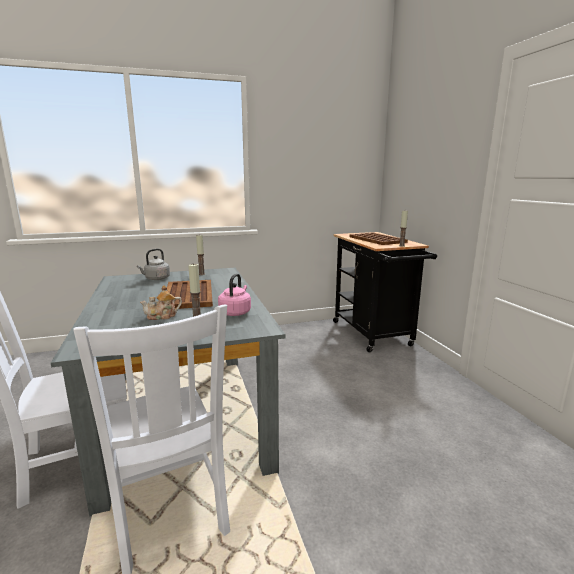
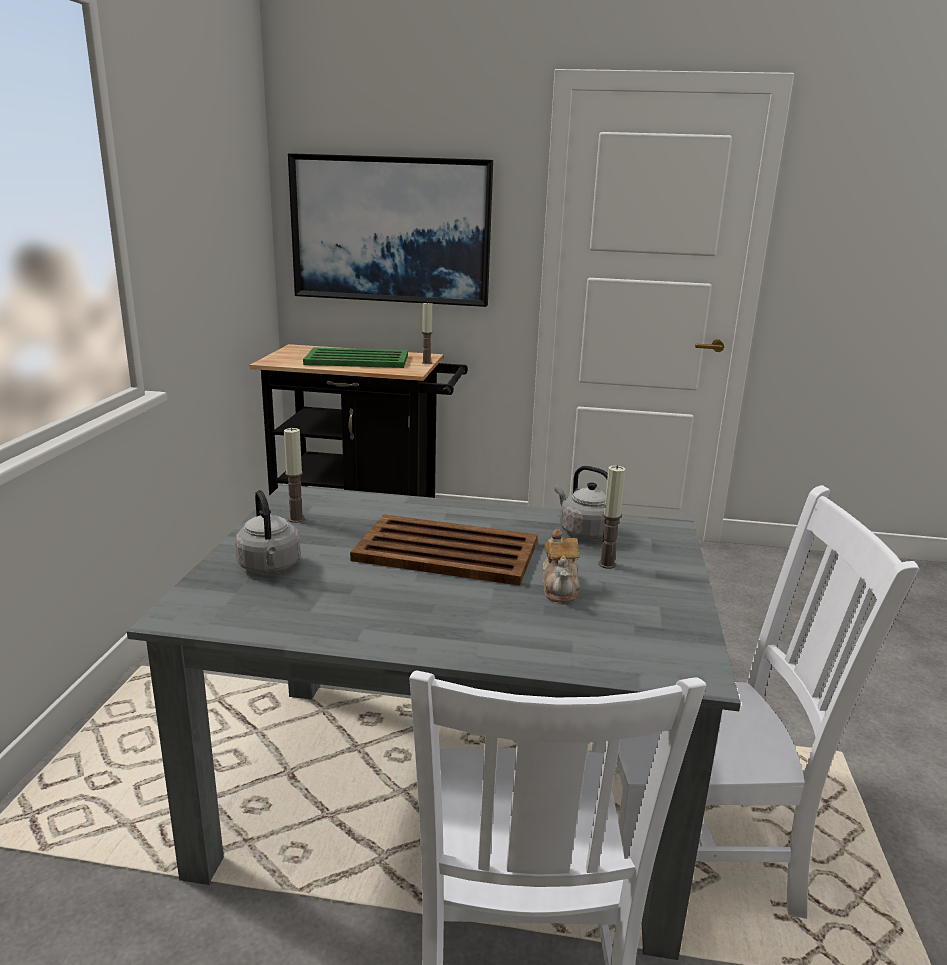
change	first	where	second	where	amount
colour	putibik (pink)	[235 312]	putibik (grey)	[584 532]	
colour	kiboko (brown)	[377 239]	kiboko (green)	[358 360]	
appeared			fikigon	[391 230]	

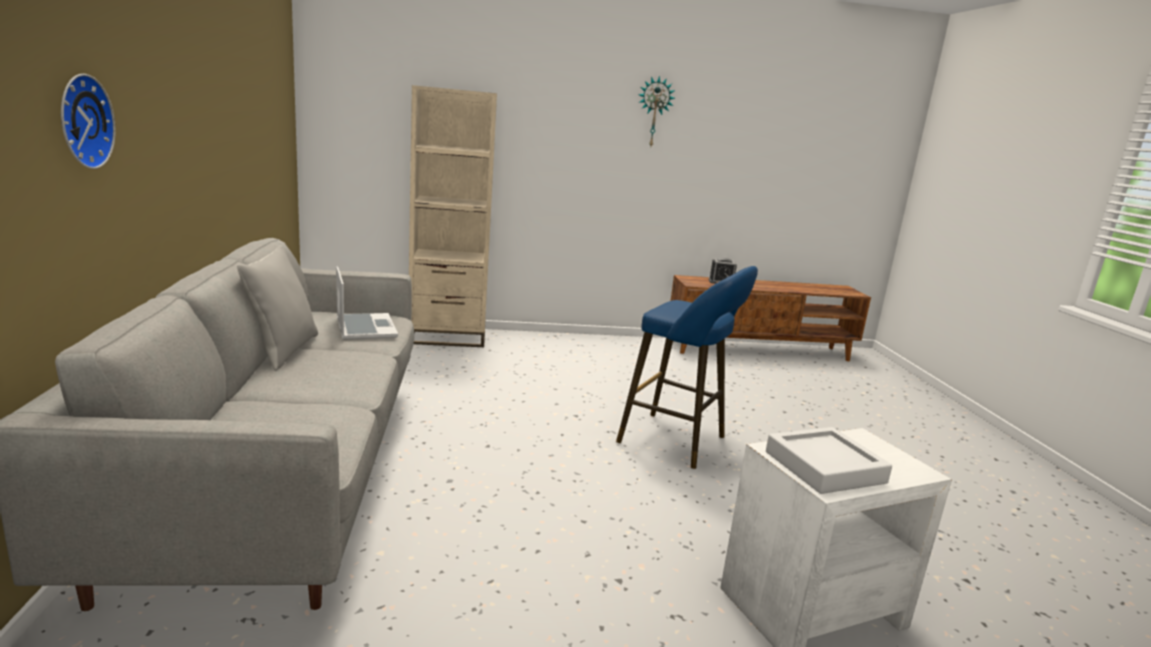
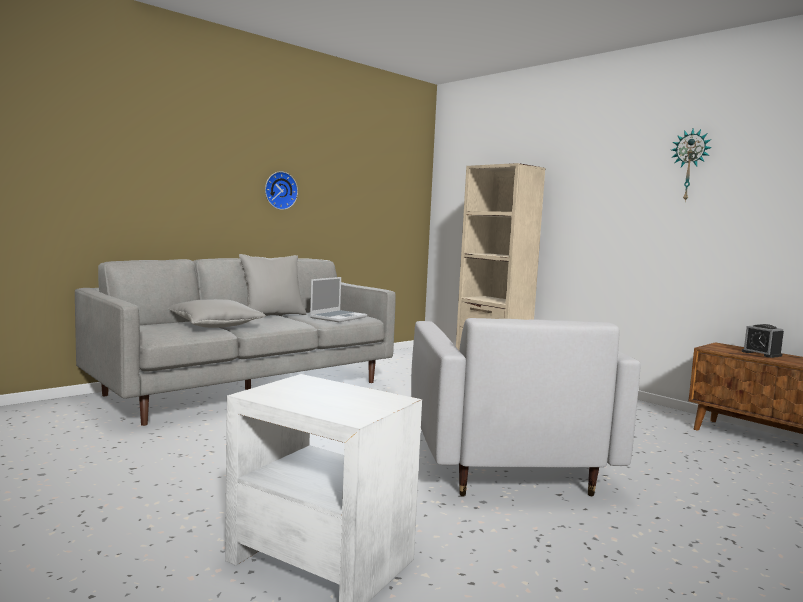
change	first	where	second	where	amount
relocated	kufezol	[81 121]		[280 190]	
exchanged	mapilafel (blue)	[678 441]	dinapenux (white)	[504 461]	
missing	kiboko (grey)	[824 467]			
appeared			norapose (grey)	[215 326]	

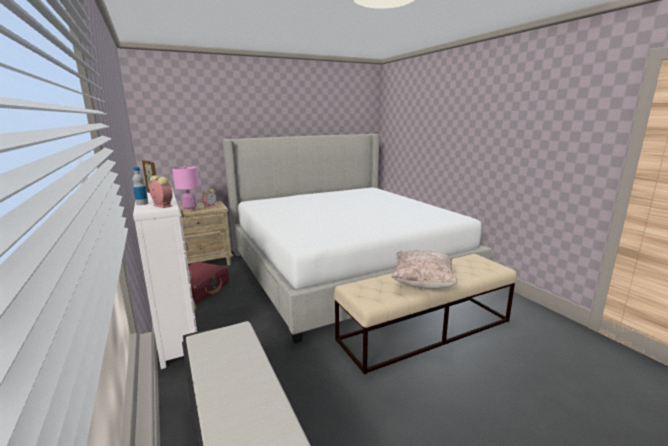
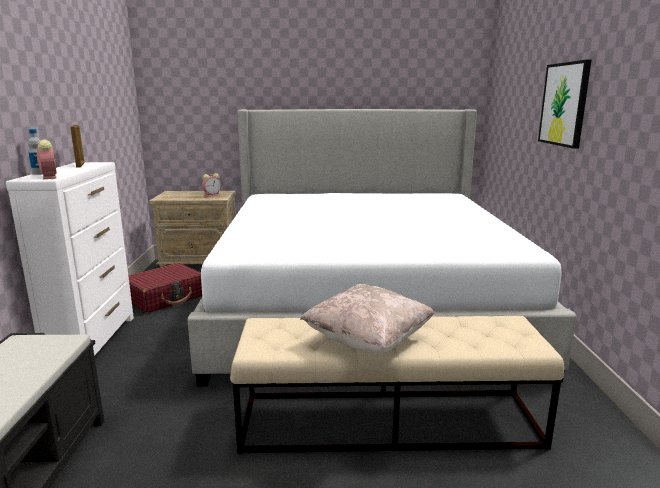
change	first	where	second	where	amount
missing	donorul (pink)	[190 210]			
appeared			fikigon	[564 104]	

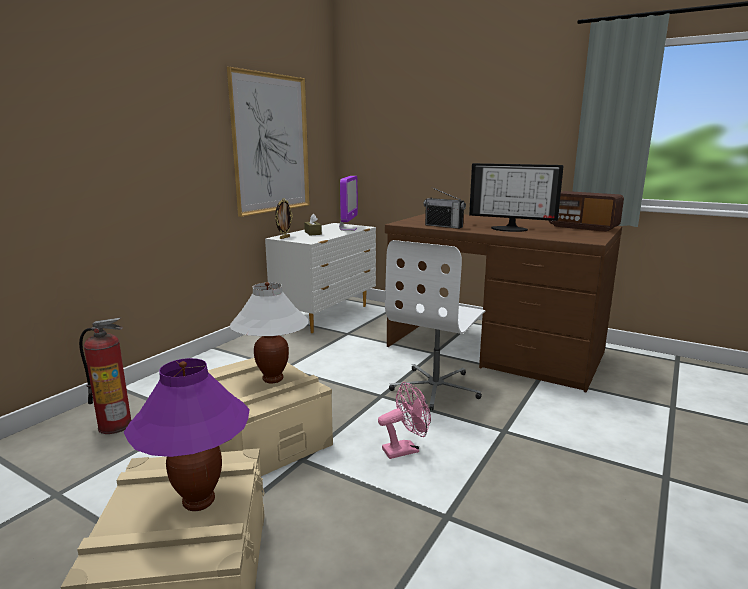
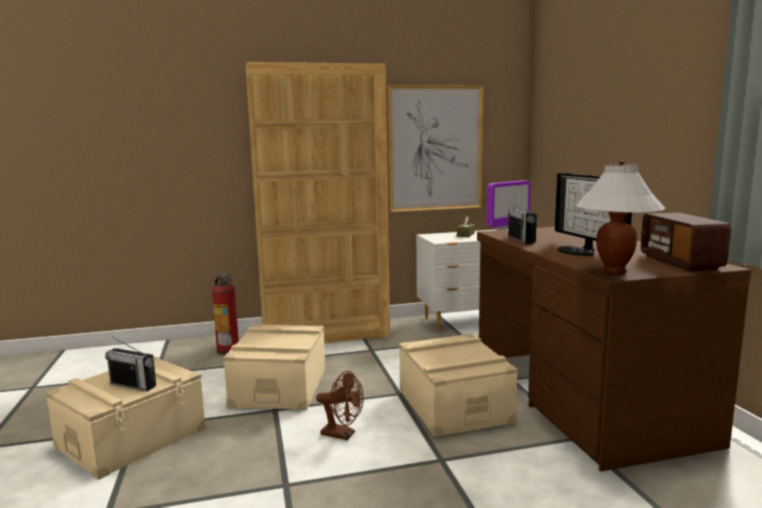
change	first	where	second	where	amount
exchanged	donorul (purple)	[199 501]	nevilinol	[133 385]	
relocated	donorul (white)	[272 379]		[614 272]	
missing	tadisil	[284 237]			
colour	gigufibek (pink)	[405 449]	gigufibek (brown)	[343 434]	
exchanged	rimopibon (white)	[436 388]	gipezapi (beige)	[453 405]	
appeared			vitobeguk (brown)	[325 334]	

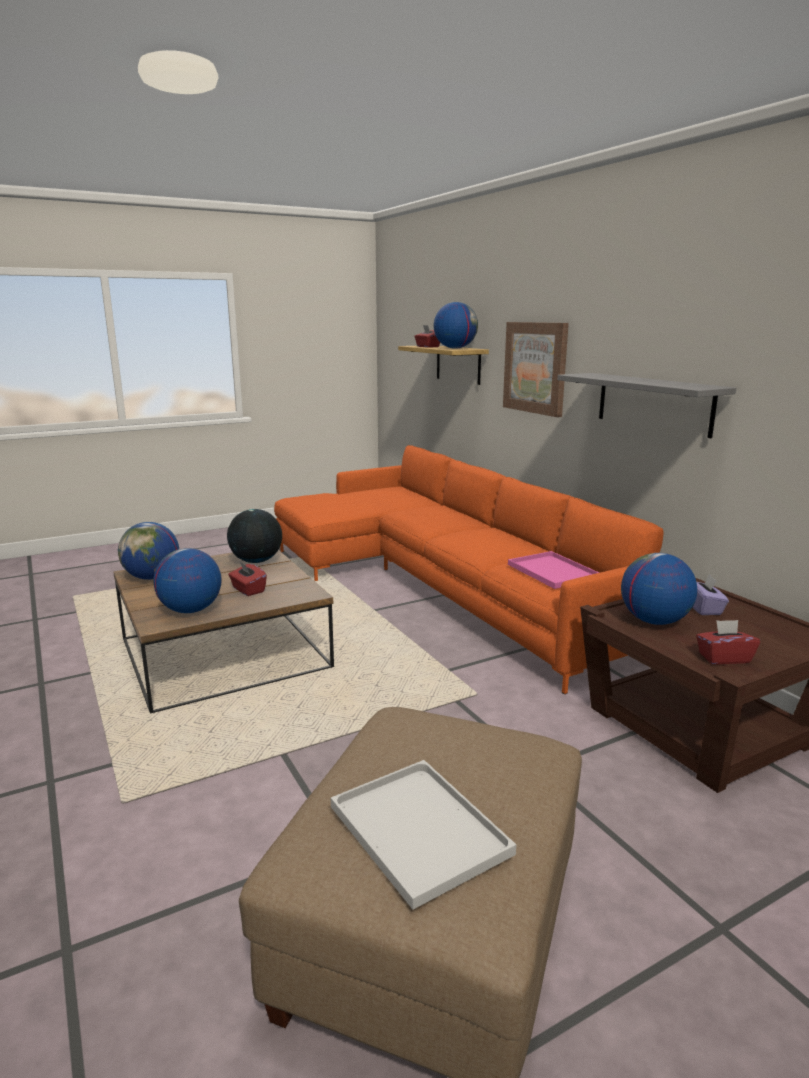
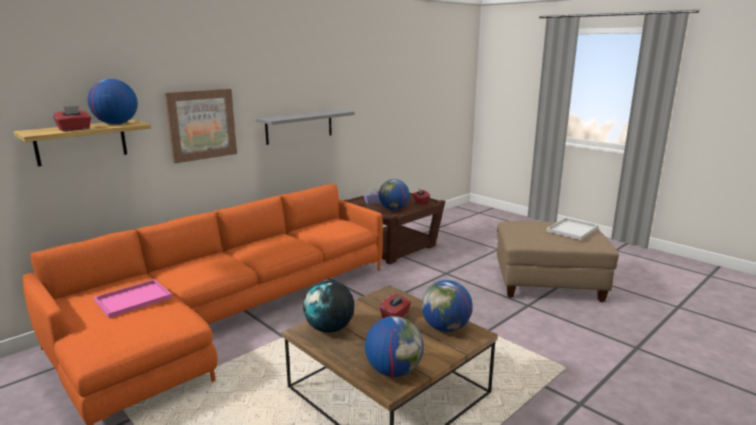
change	first	where	second	where	amount
relocated	kiboko (pink)	[550 571]		[132 300]	

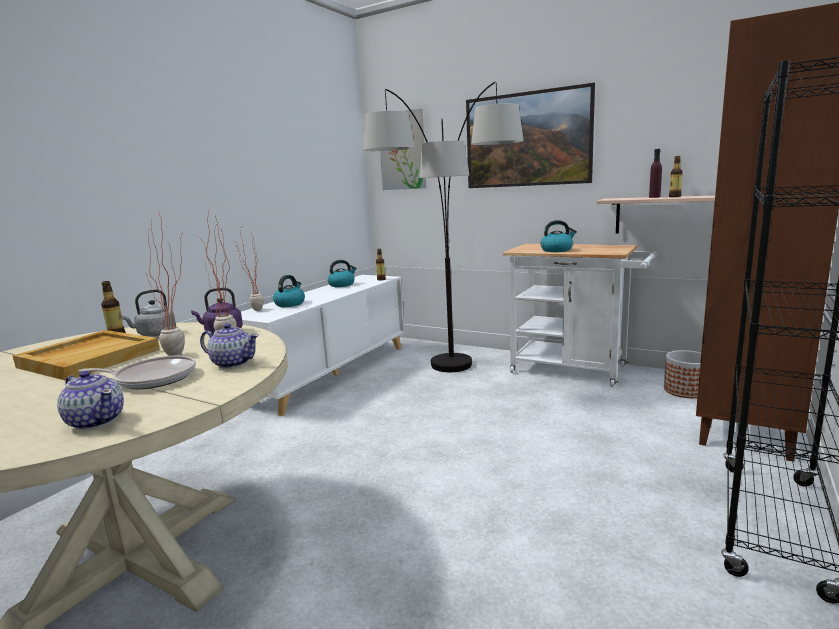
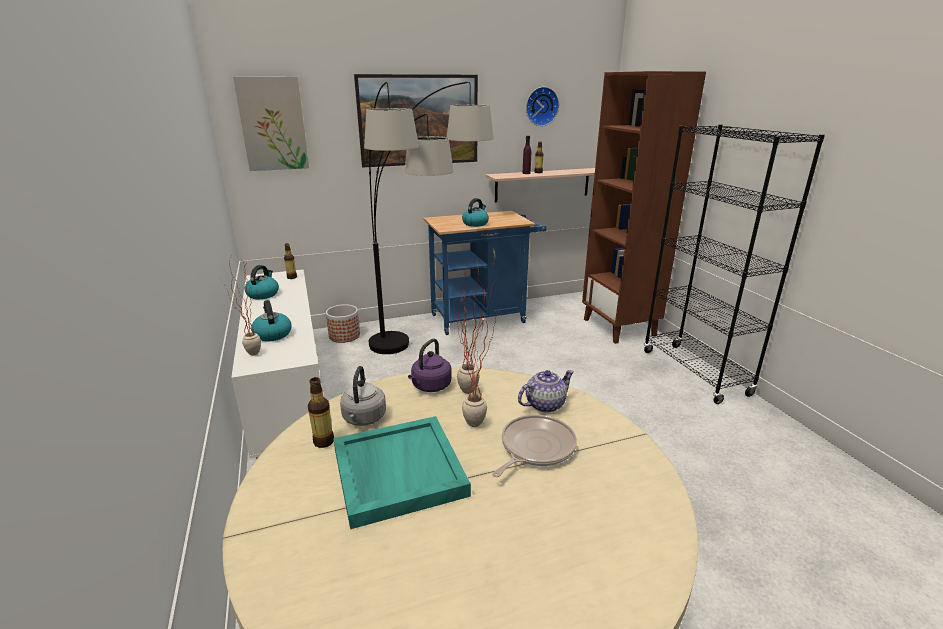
change	first	where	second	where	amount
colour	kiboko (beige)	[90 358]	kiboko (turquoise)	[397 471]	
missing	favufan	[96 421]			
colour	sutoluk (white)	[576 370]	sutoluk (blue)	[483 317]	
relocated	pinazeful	[685 390]		[344 336]	
appeared			kufezol	[541 106]	

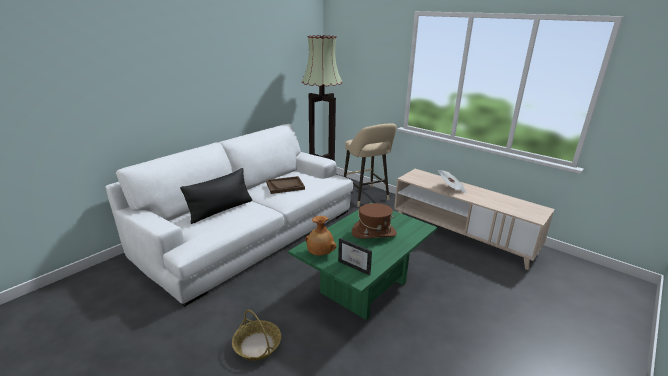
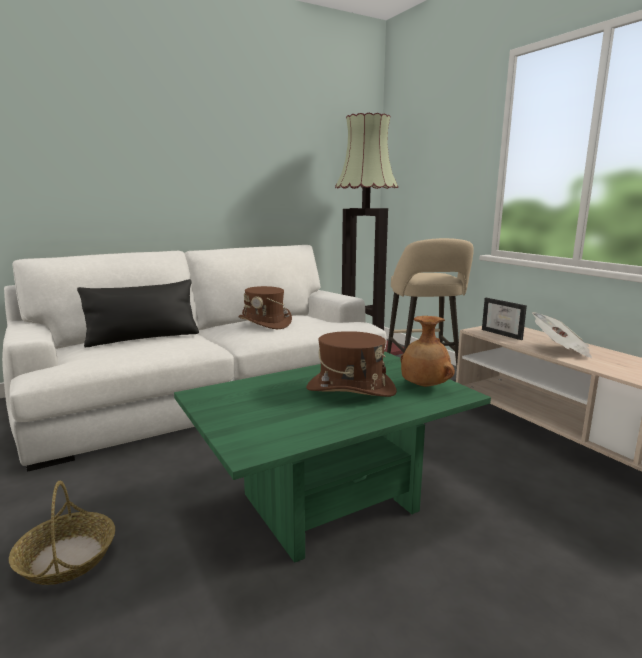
change	first	where	second	where	amount
exchanged	kiboko (brown)	[285 186]	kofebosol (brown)	[265 323]	
relocated	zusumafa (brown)	[320 253]		[424 386]	
relocated	tadisil	[356 266]		[505 334]	

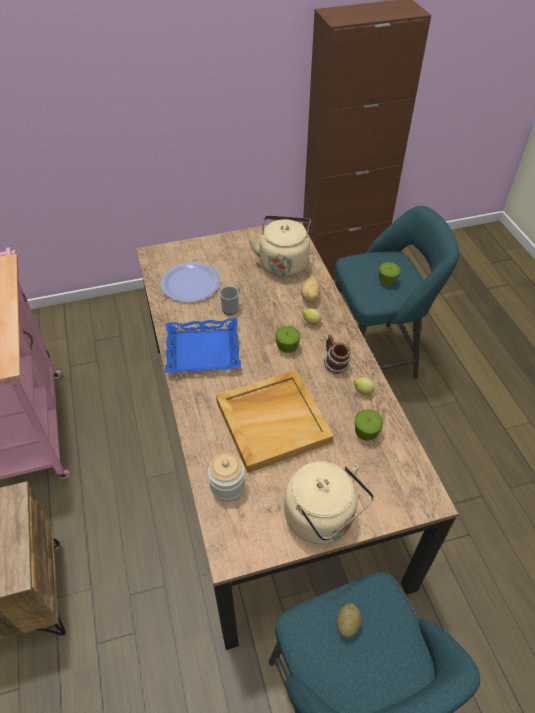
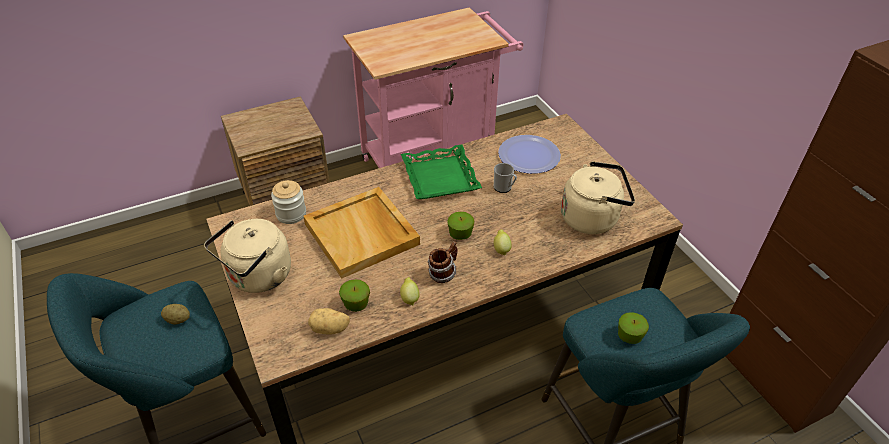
change	first	where	second	where	amount
colour	kiboko (blue)	[203 350]	kiboko (green)	[441 177]	
relocated	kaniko	[310 296]		[330 329]	

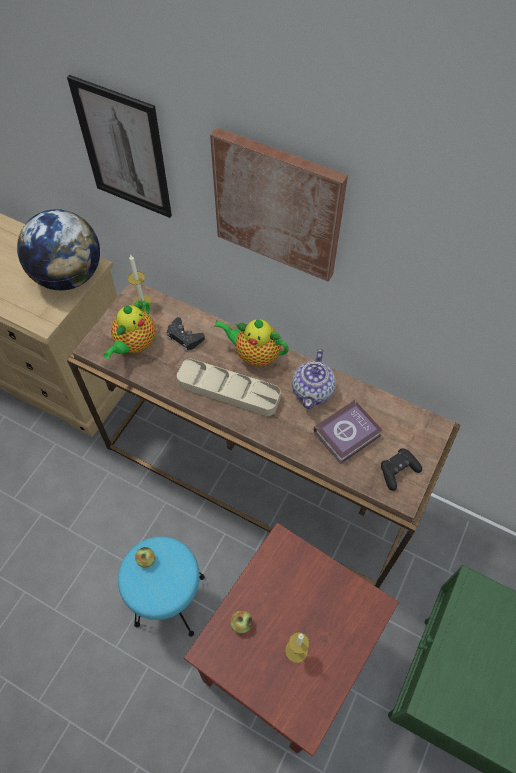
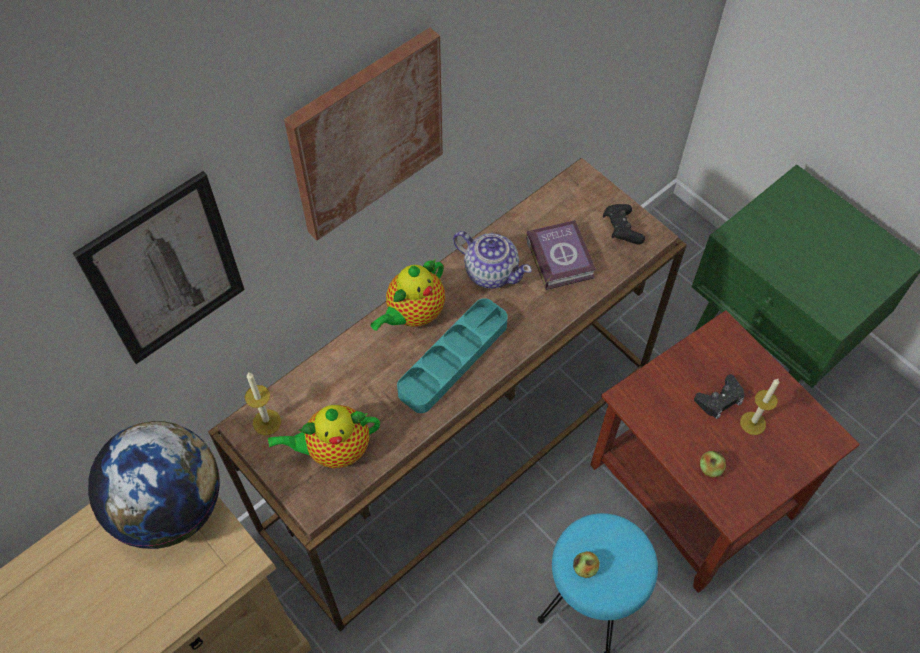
change	first	where	second	where	amount
spun	favufan	[134 345]		[334 449]	120 degrees clockwise
relocated	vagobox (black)	[184 337]		[719 399]	
colour	kiboko (beige)	[228 390]	kiboko (turquoise)	[453 359]	

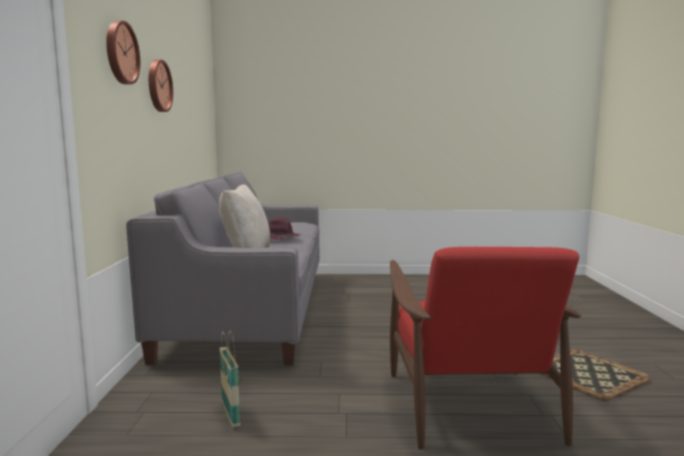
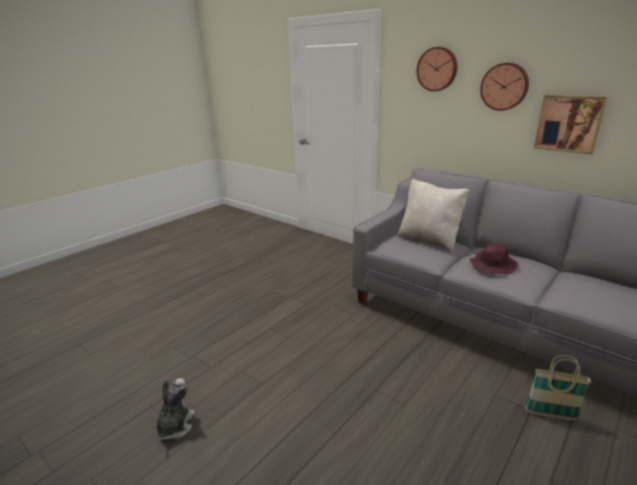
change	first	where	second	where	amount
relocated	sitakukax	[230 414]		[550 415]	
missing	dinapenux (red)	[469 402]			
exchanged	kiboko	[589 374]	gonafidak	[175 426]	
appeared			fikigon	[569 123]	

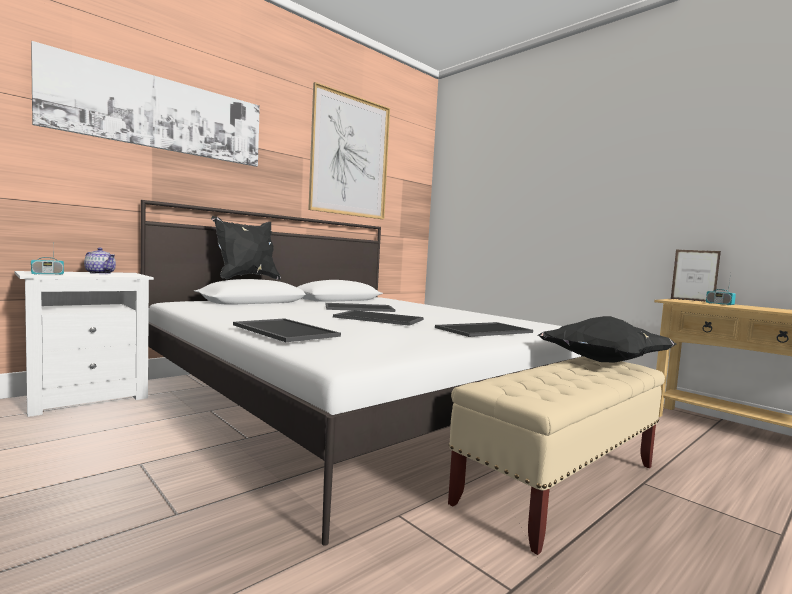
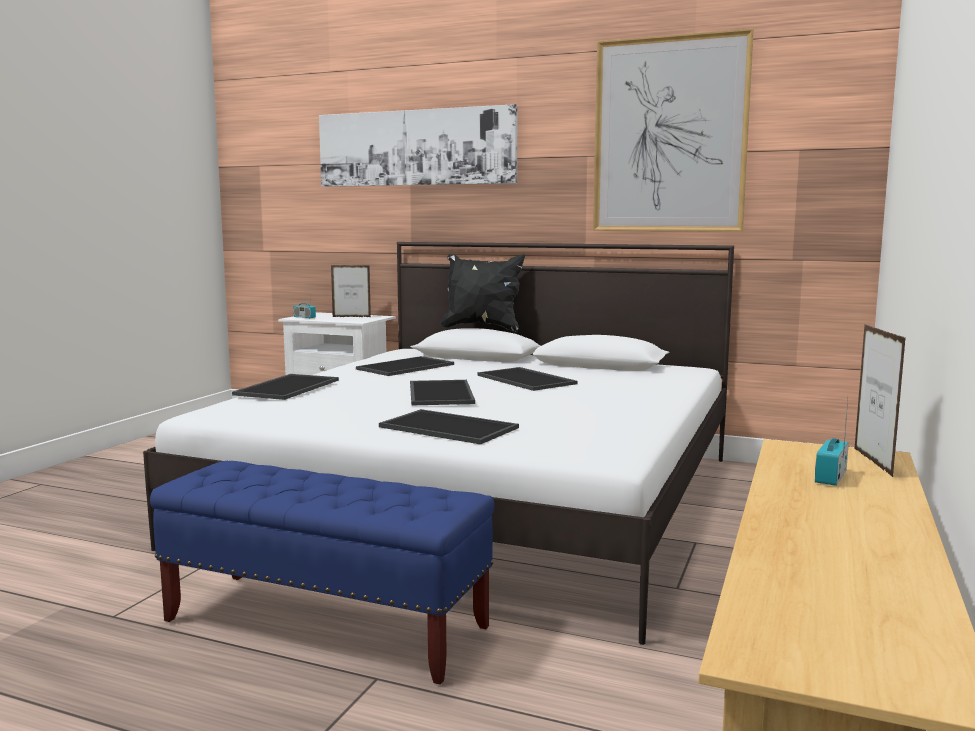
change	first	where	second	where	amount
exchanged	favufan	[100 273]	tadisil	[351 317]	
colour	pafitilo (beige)	[560 484]	pafitilo (blue)	[326 625]	
missing	norapose (black)	[603 362]			
appeared			kiboko	[406 367]	

